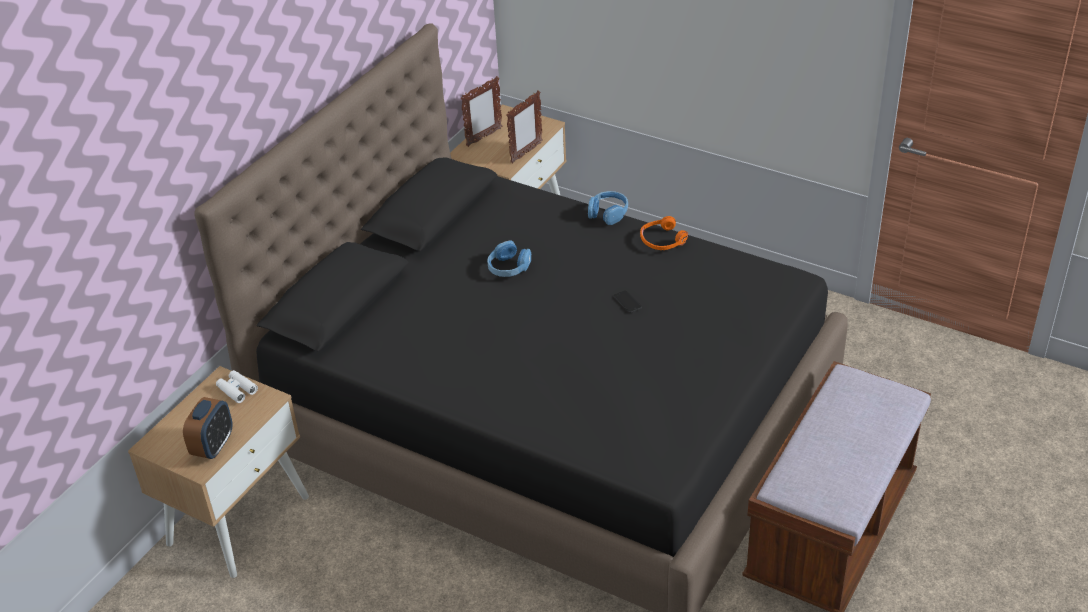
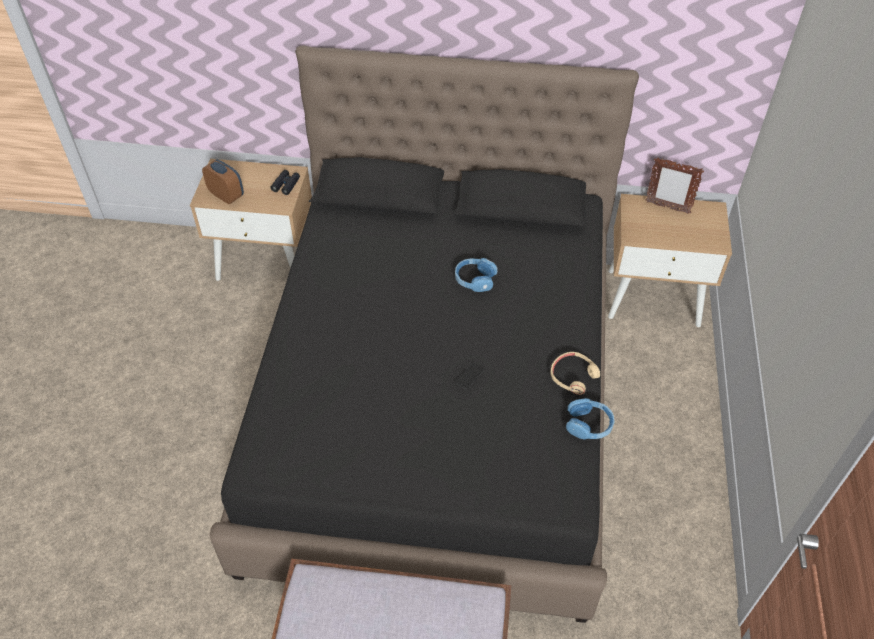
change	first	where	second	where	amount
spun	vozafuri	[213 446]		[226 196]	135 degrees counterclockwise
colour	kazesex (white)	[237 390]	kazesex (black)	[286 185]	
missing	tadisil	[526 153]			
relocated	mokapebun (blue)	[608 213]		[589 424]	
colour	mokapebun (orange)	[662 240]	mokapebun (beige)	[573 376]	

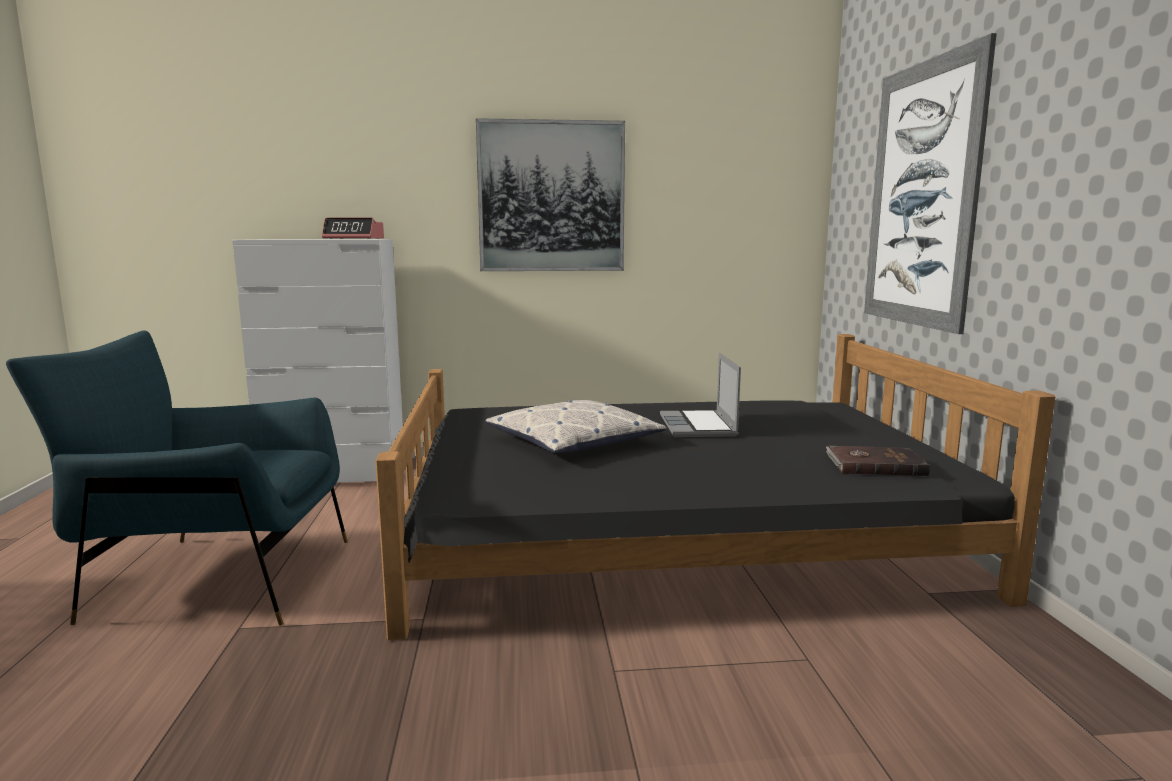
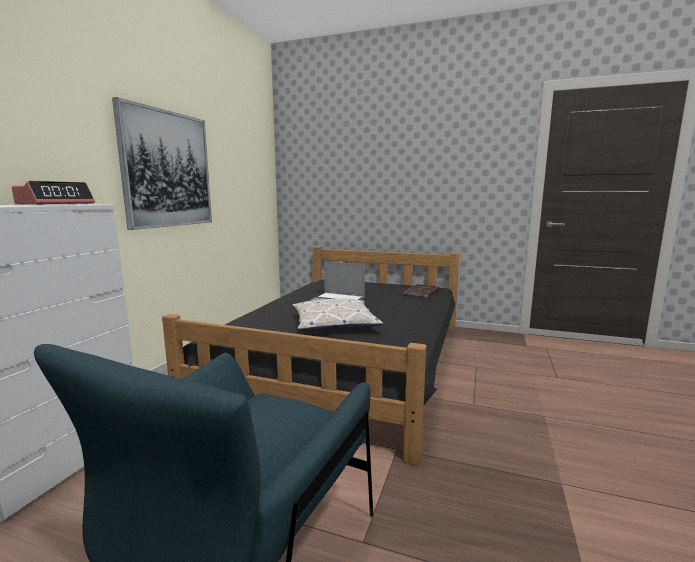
change	first	where	second	where	amount
missing	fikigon	[922 195]			

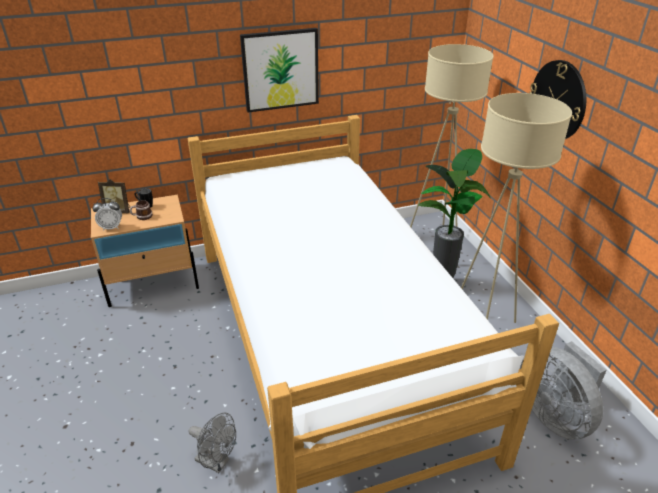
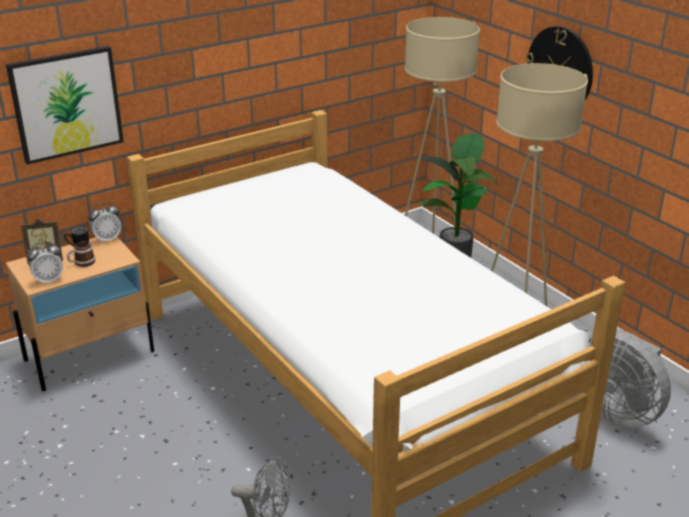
change	first	where	second	where	amount
relocated	fikigon	[280 70]		[66 104]	
appeared			vozafuri	[107 239]	

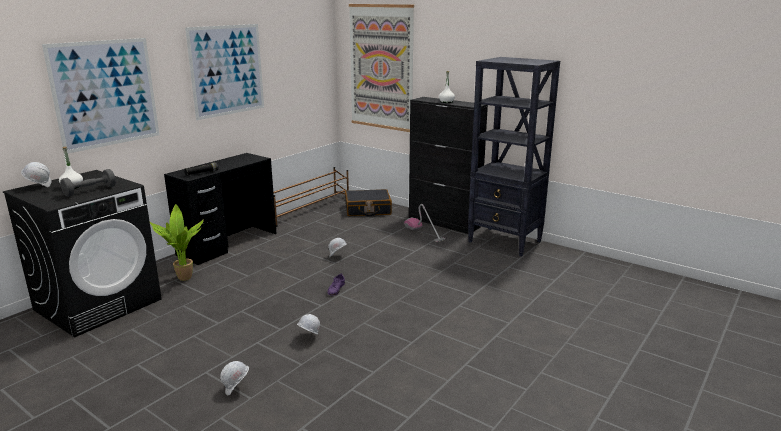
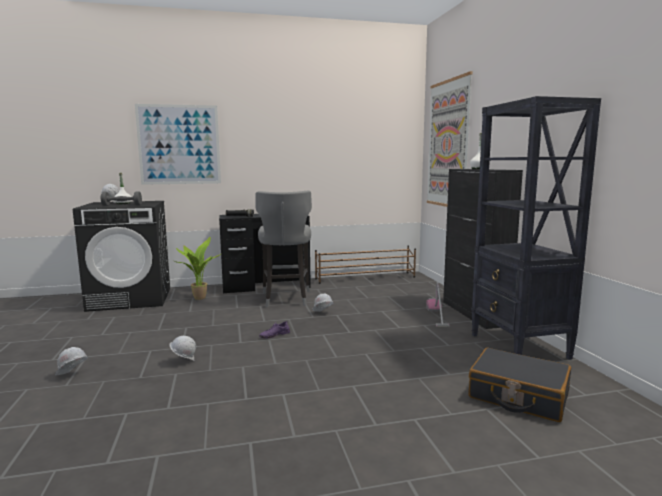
change	first	where	second	where	amount
missing	fikigon	[227 70]			
relocated	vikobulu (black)	[368 210]		[518 396]	
appeared			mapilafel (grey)	[286 299]	

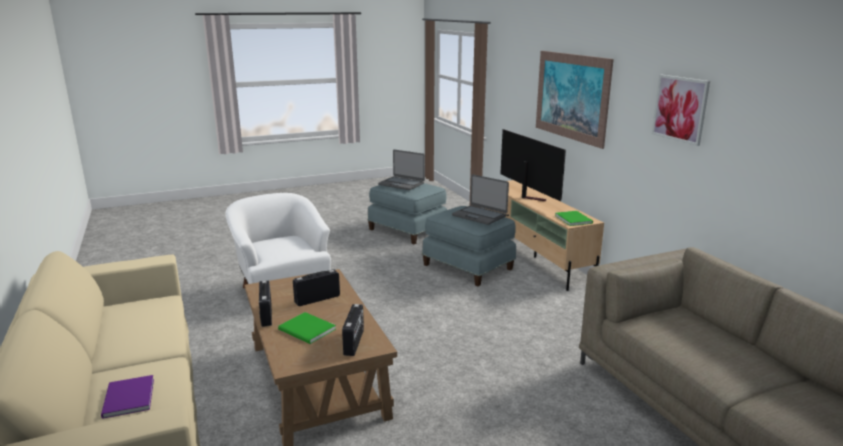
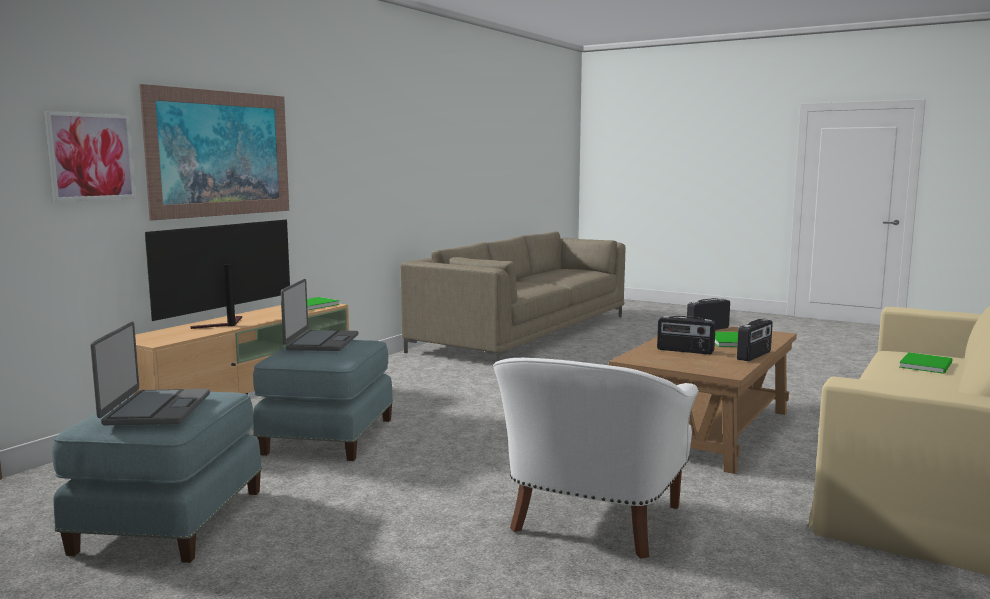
change	first	where	second	where	amount
colour	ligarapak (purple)	[127 399]	ligarapak (green)	[927 365]	
relocated	fikigon	[680 109]		[91 156]	

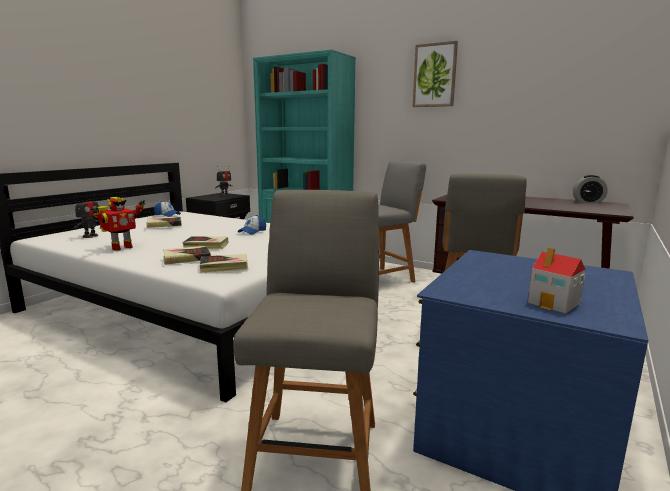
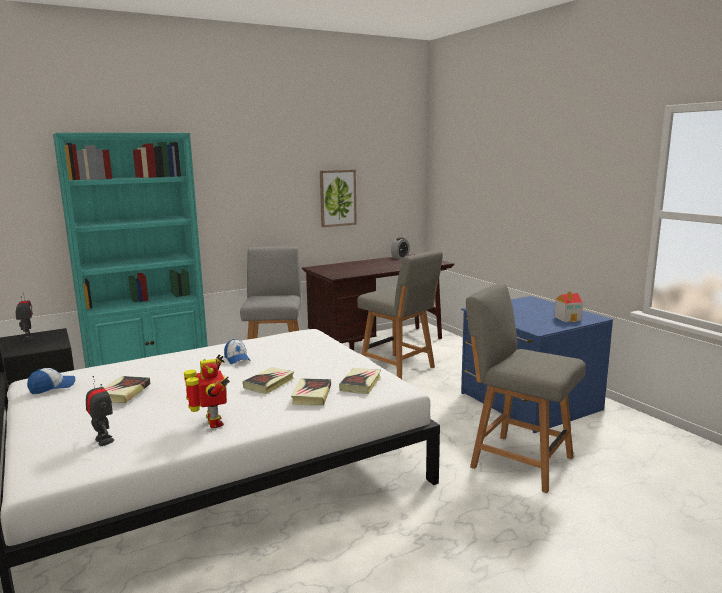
change	first	where	second	where	amount
relocated	fikigon	[434 75]		[337 198]	

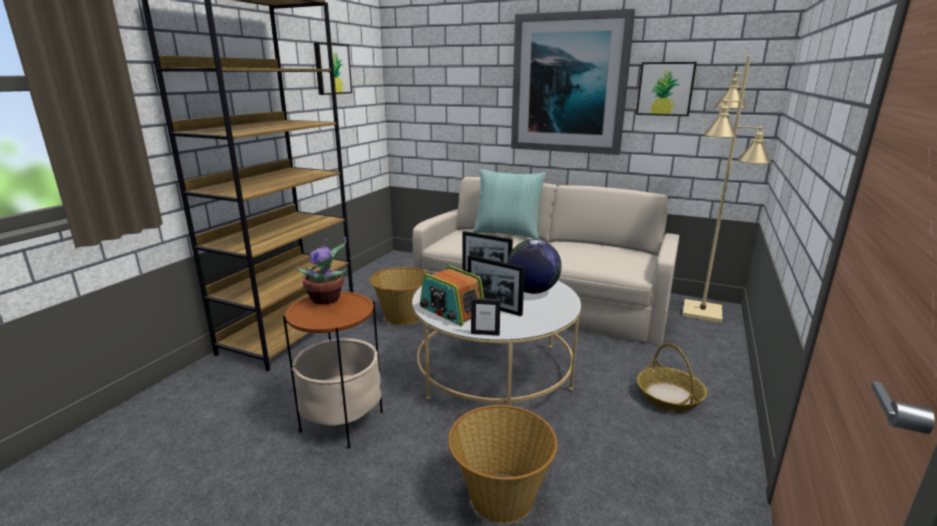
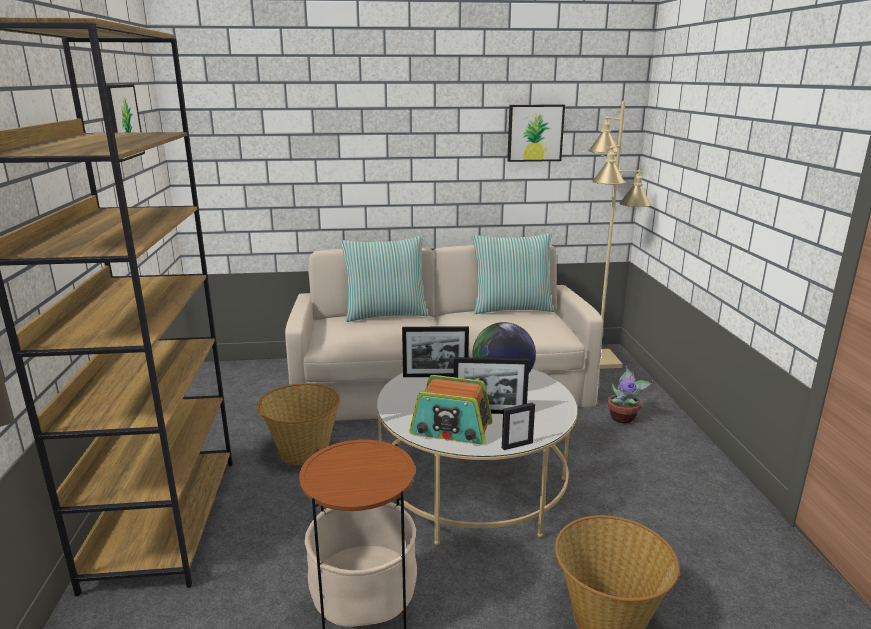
change	first	where	second	where	amount
relocated	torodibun	[327 299]		[623 418]	
missing	fikigon	[569 84]			
missing	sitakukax	[668 396]			
appeared			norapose	[511 308]	

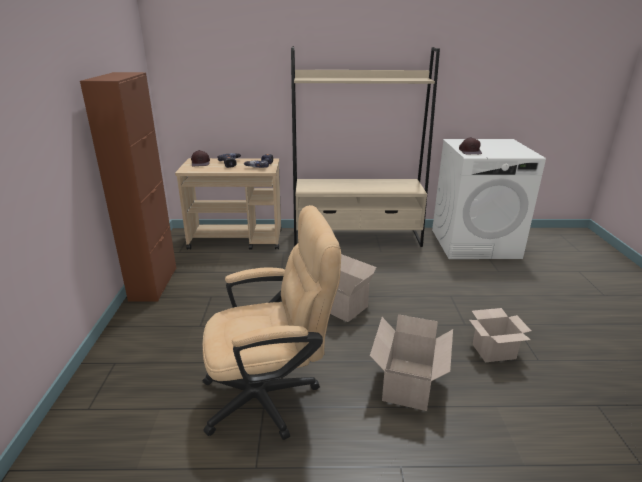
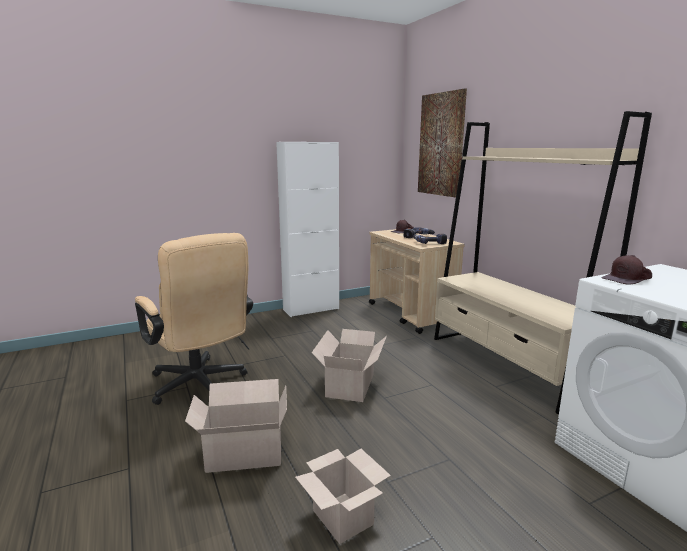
change	first	where	second	where	amount
colour	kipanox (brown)	[153 284]	kipanox (white)	[311 309]	
appeared			fikigon	[441 145]	

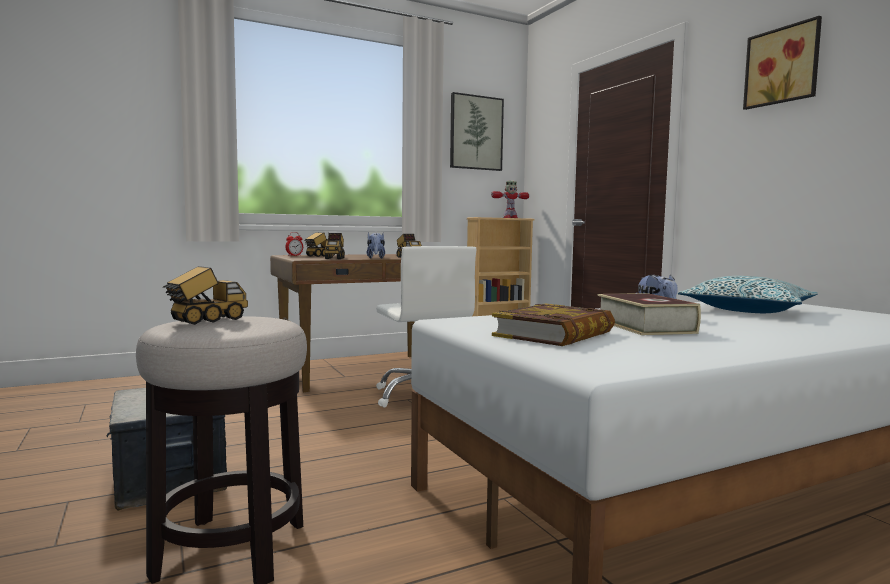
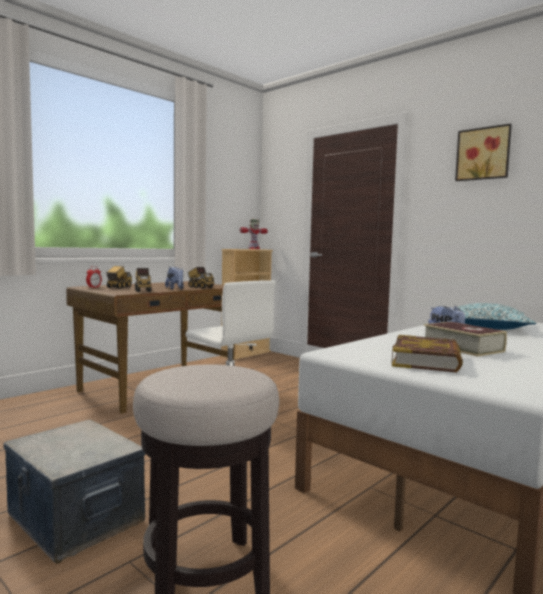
change	first	where	second	where	amount
missing	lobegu	[206 320]			
missing	fikigon	[476 133]			

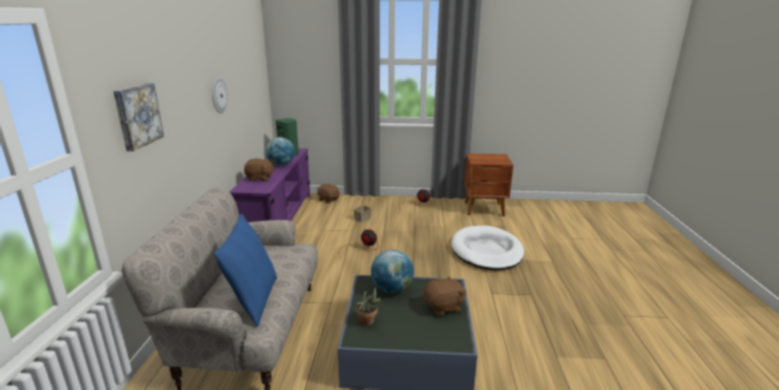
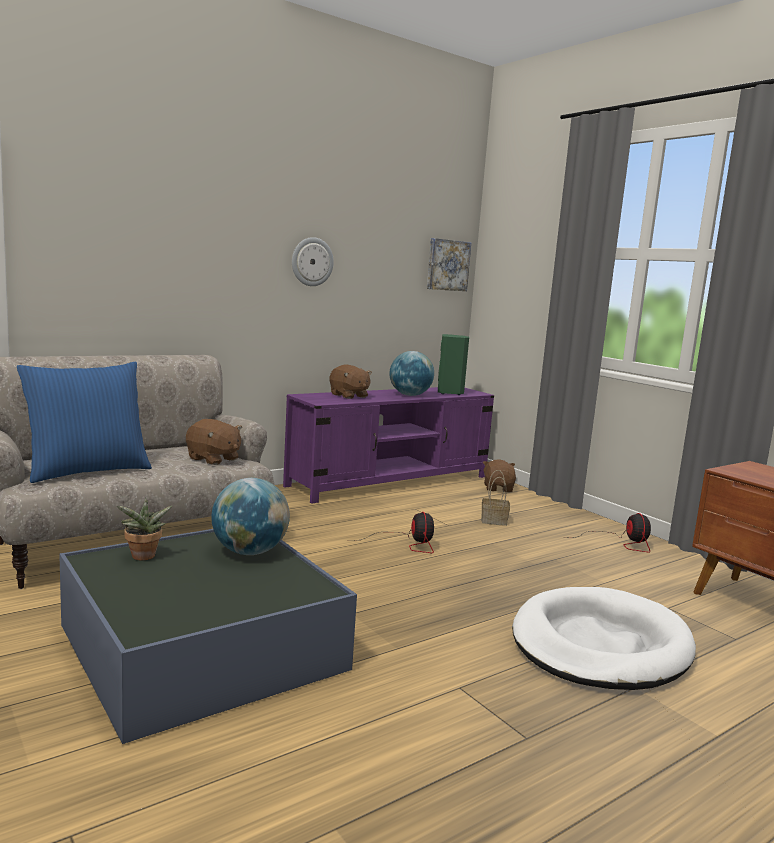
change	first	where	second	where	amount
relocated	fikigon	[137 115]		[447 265]	
relocated	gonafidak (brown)	[444 307]		[213 459]	

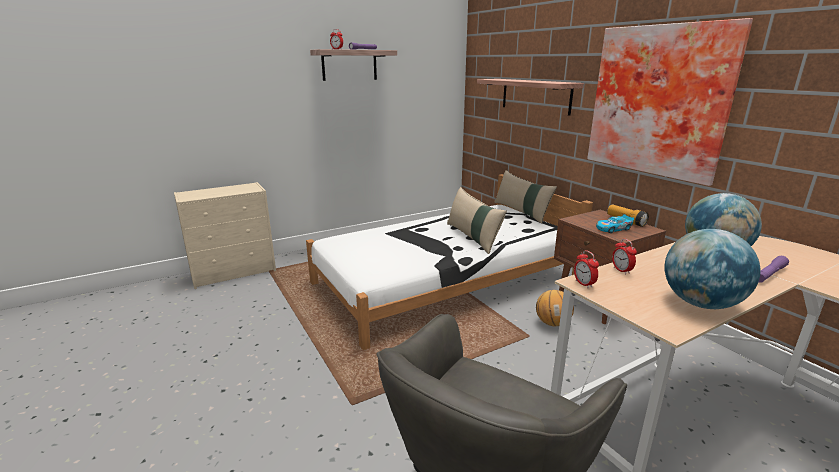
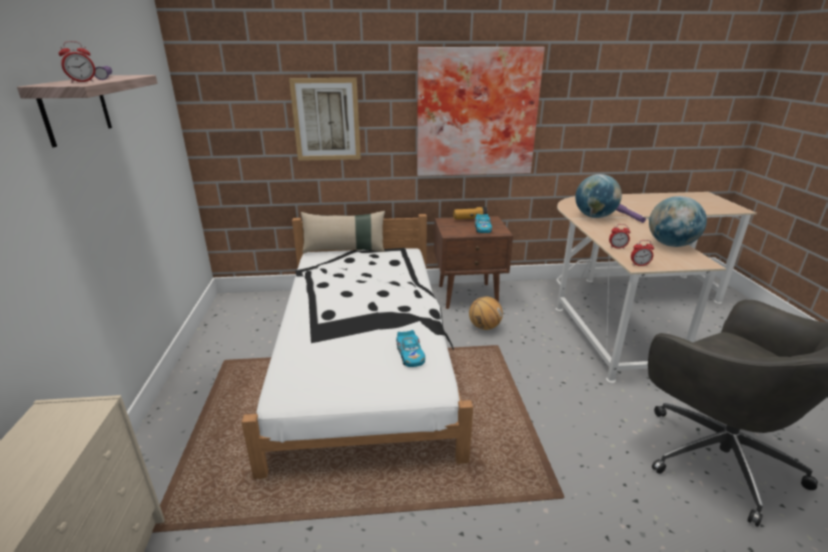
change	first	where	second	where	amount
missing	norapose (beige)	[473 237]			
exchanged	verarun	[535 95]	fikigon	[326 120]	
appeared			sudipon	[410 355]	

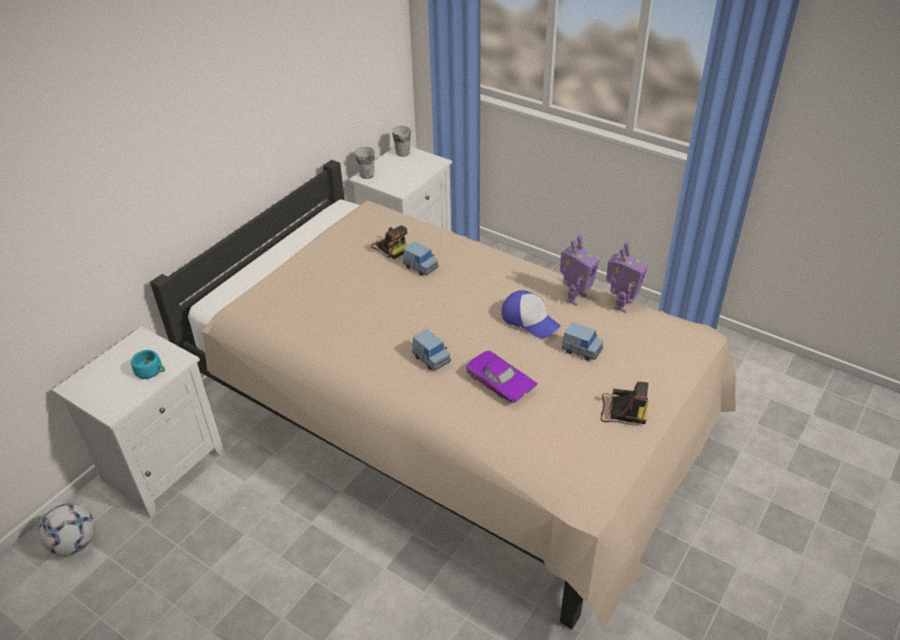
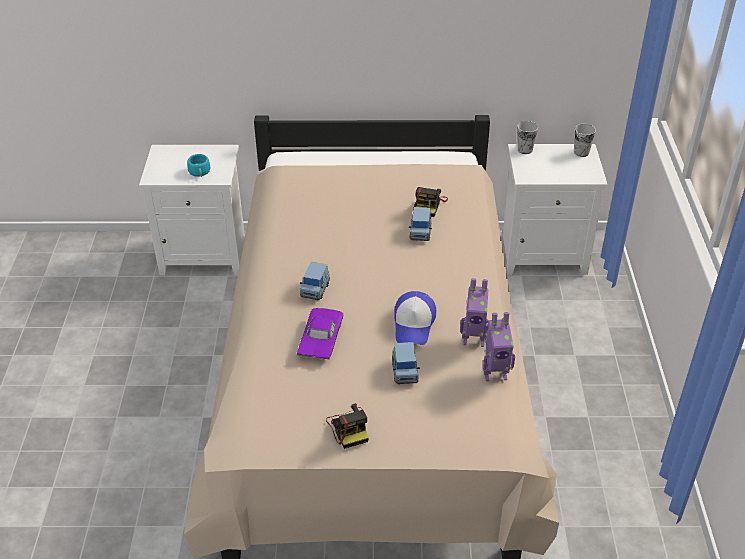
change	first	where	second	where	amount
missing	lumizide	[75 543]			

